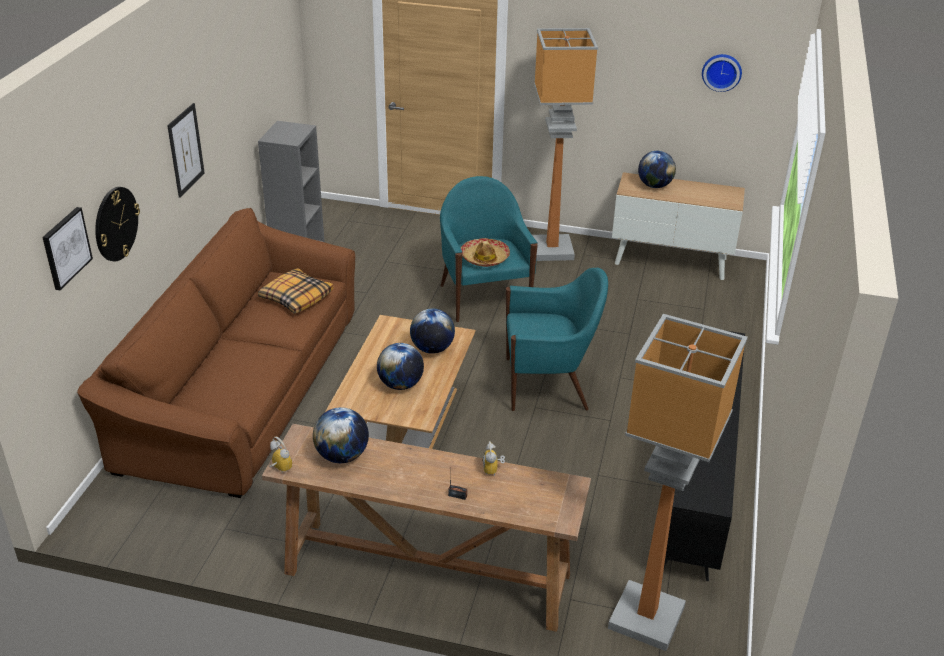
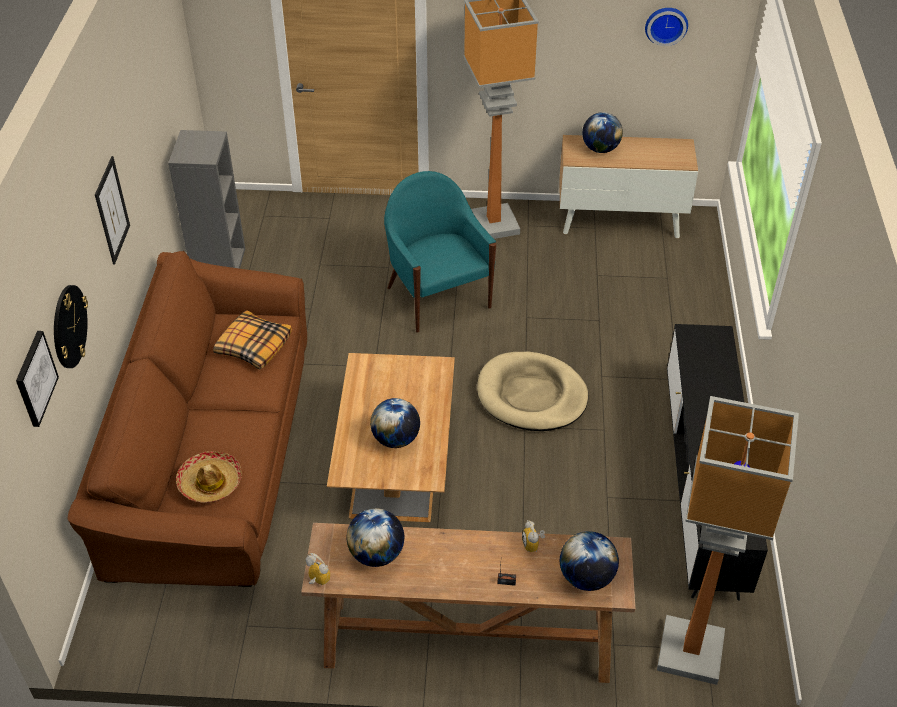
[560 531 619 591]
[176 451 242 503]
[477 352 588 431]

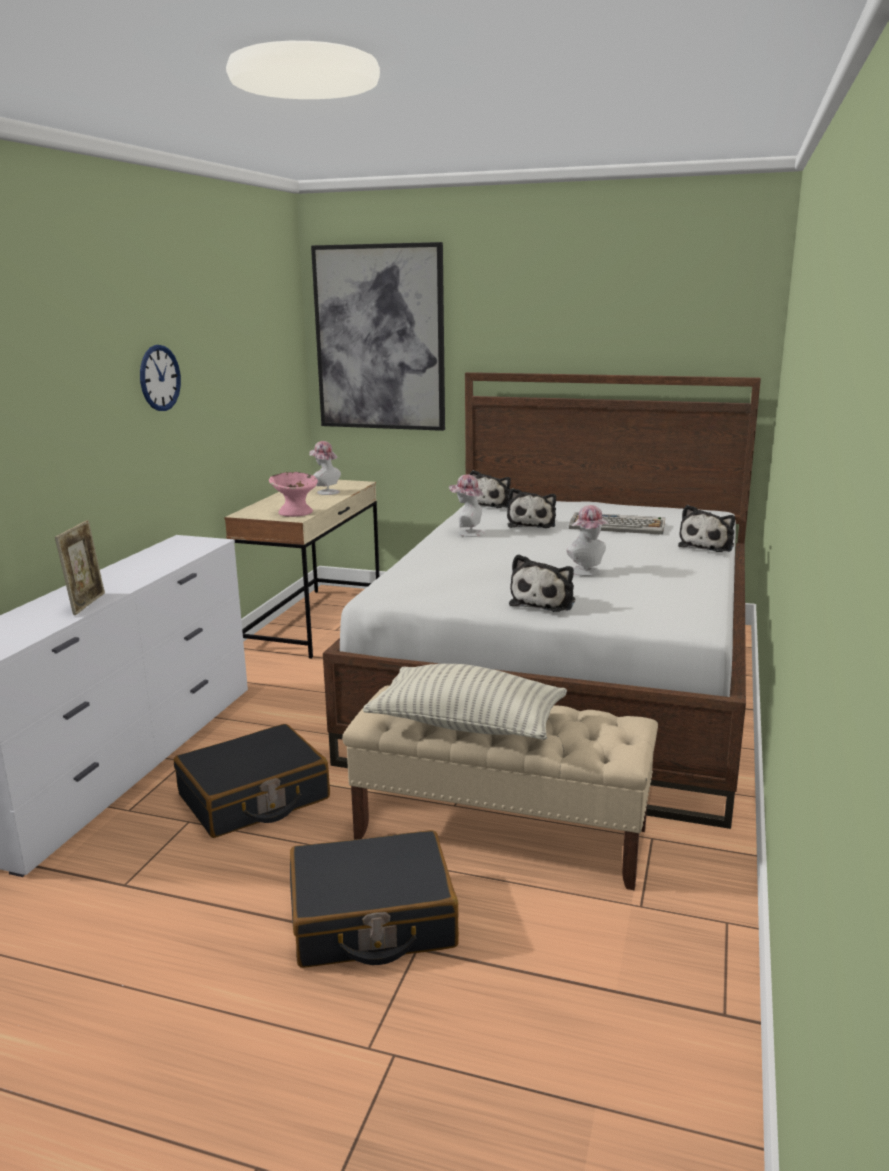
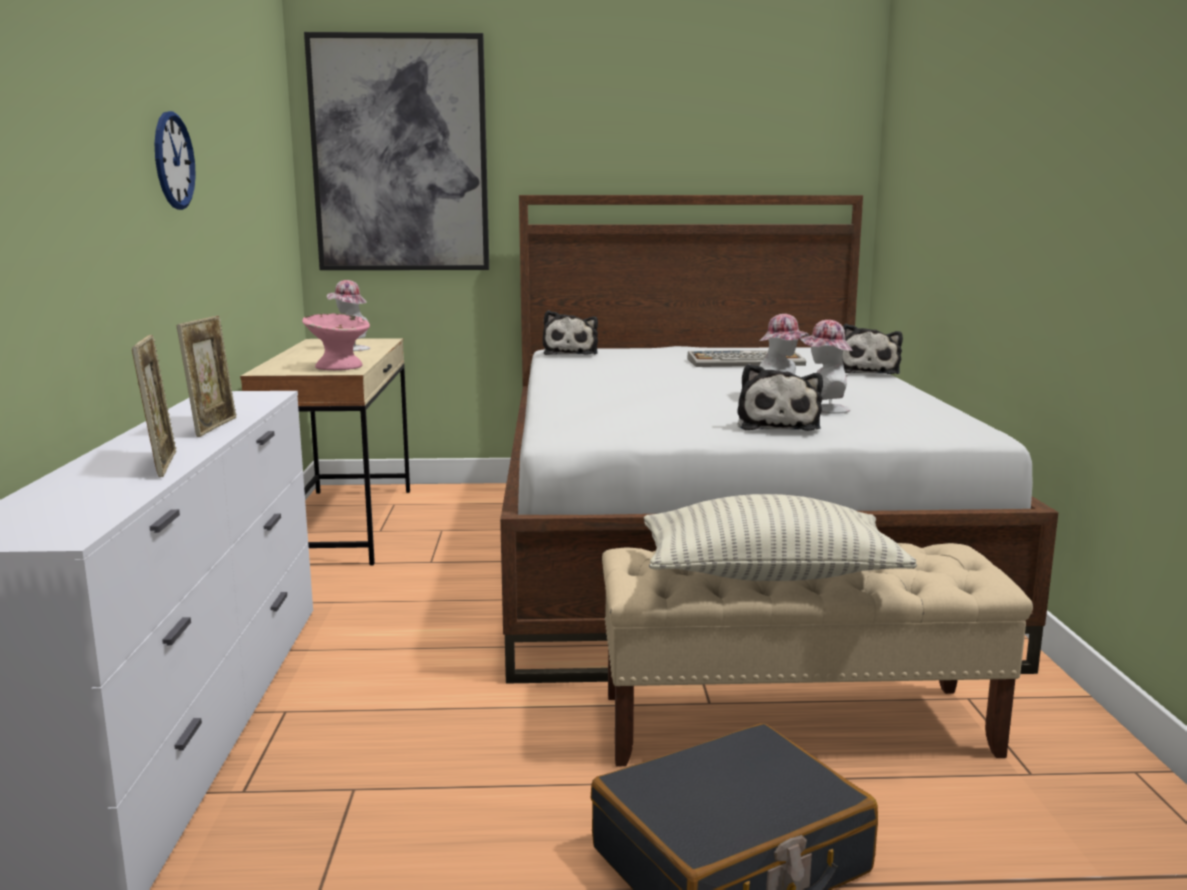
[174 724 330 838] (first image)
[799 320 853 414]
[507 488 556 528] (first image)
[177 316 237 437]

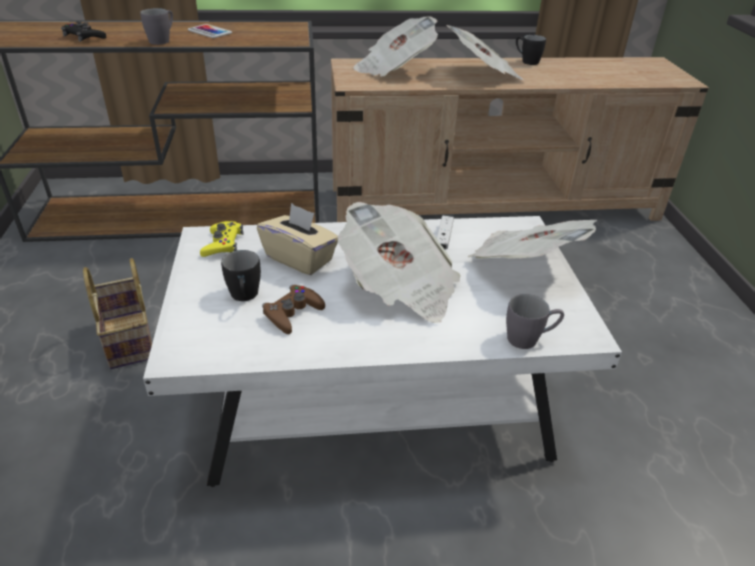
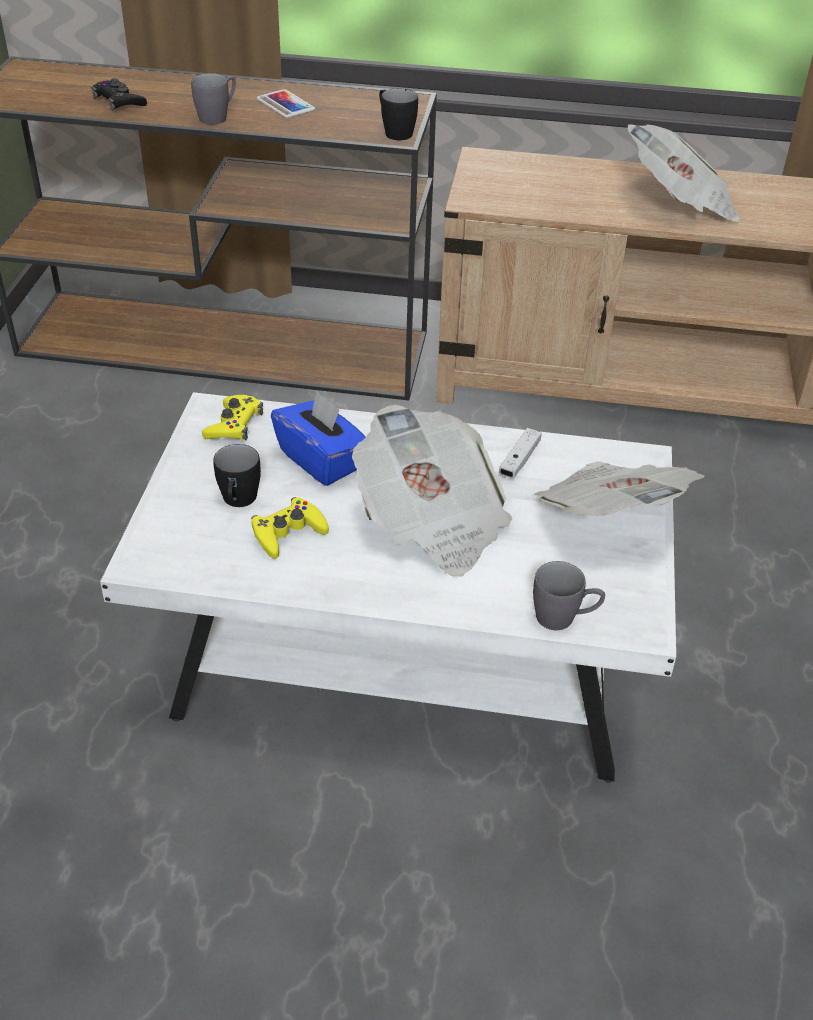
[83 258 152 369] (first image)
[271 391 365 486]
[251 497 329 559]
[354 16 438 77] (first image)
[379 88 418 140]

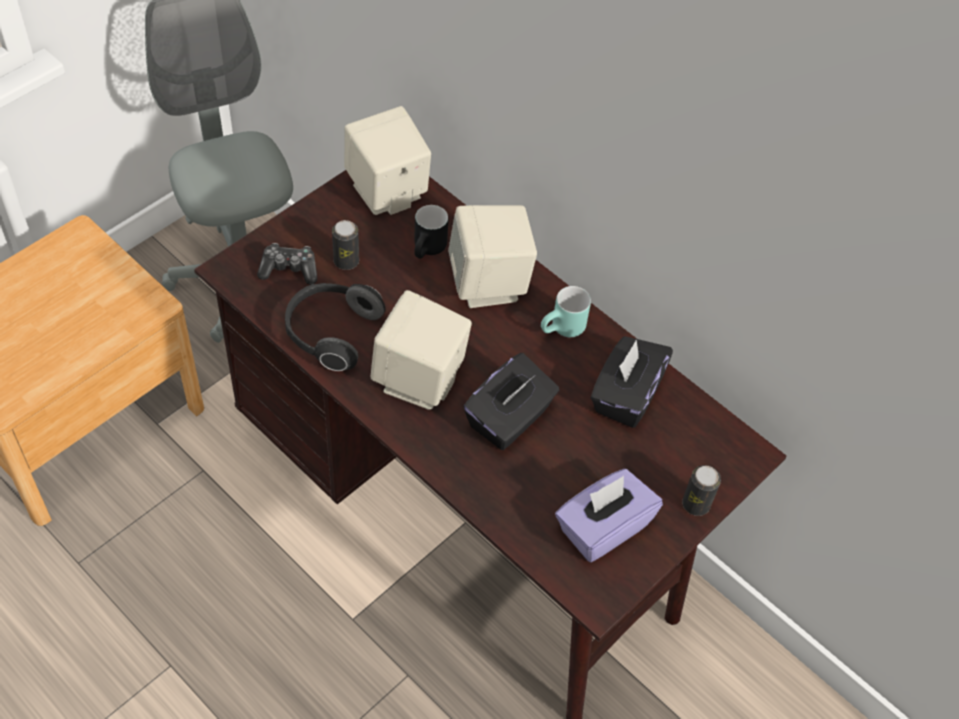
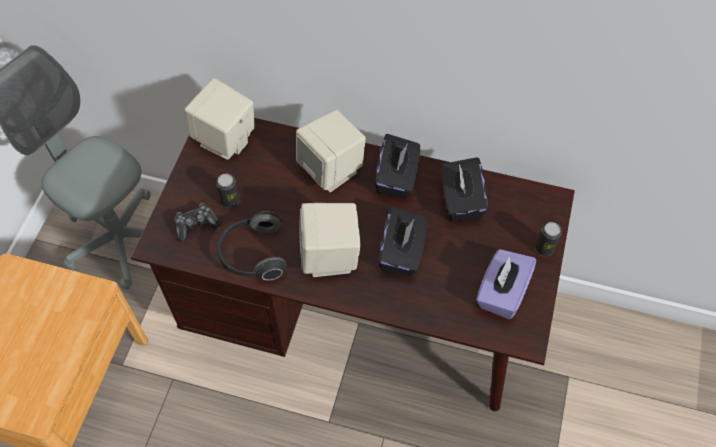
[414 205 448 259] (first image)
[375 134 420 199]

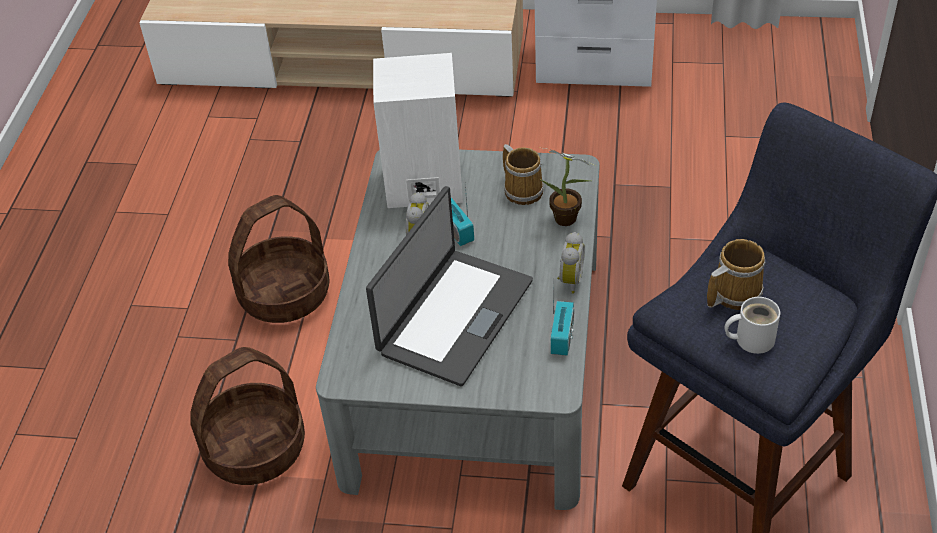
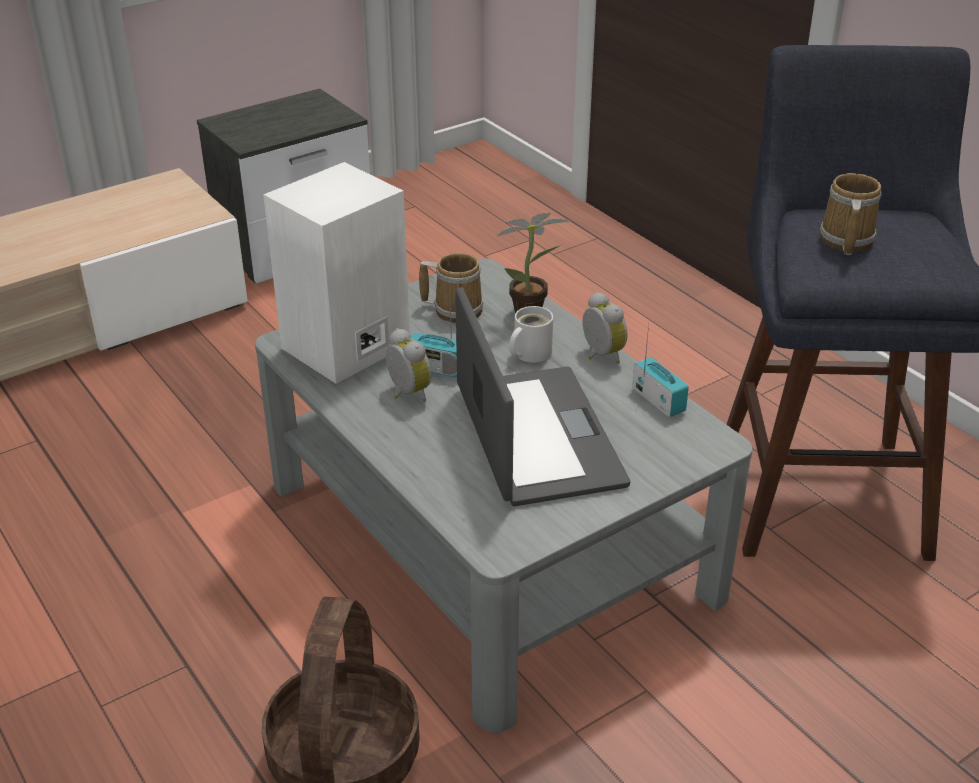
[228 195 330 323] (first image)
[509 306 553 363]

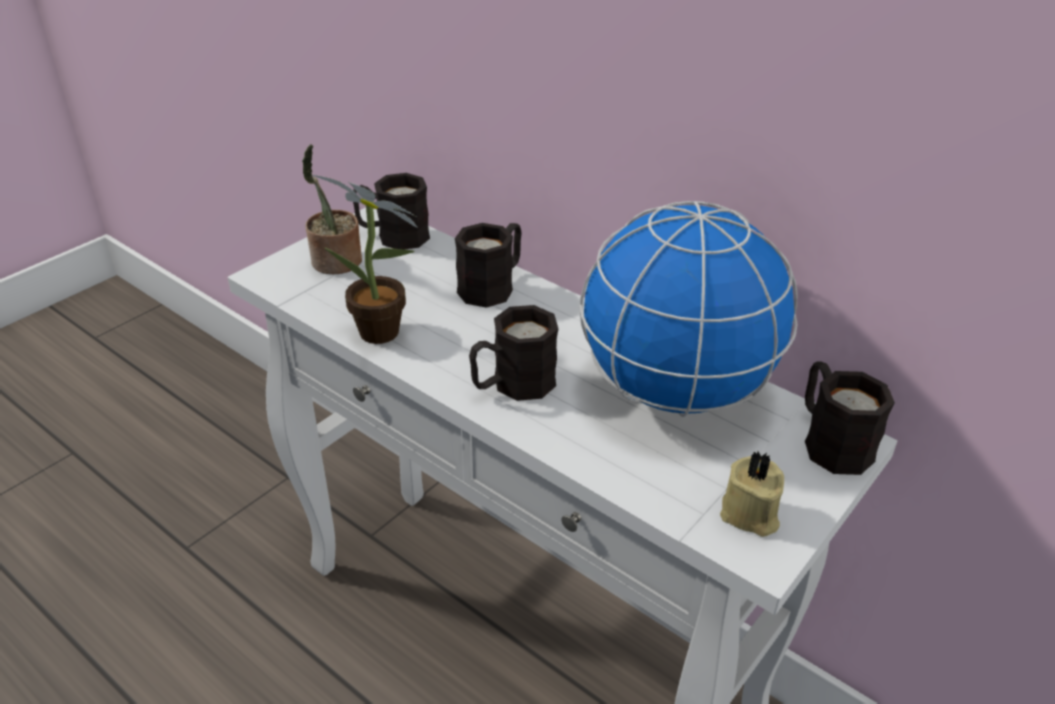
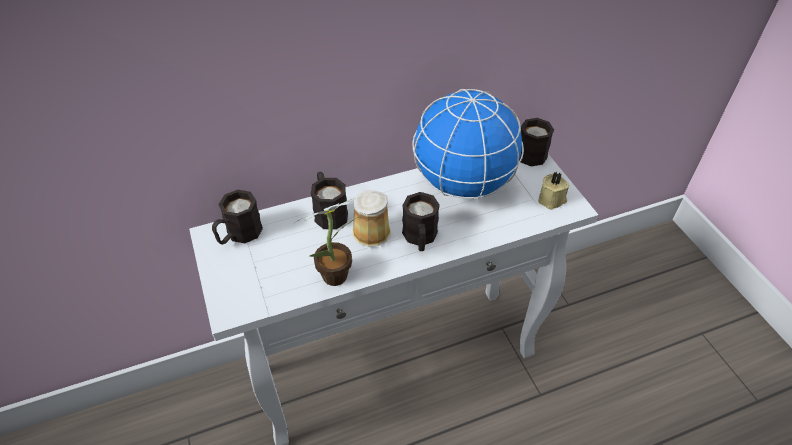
[302 144 362 274] (first image)
[352 190 391 247]

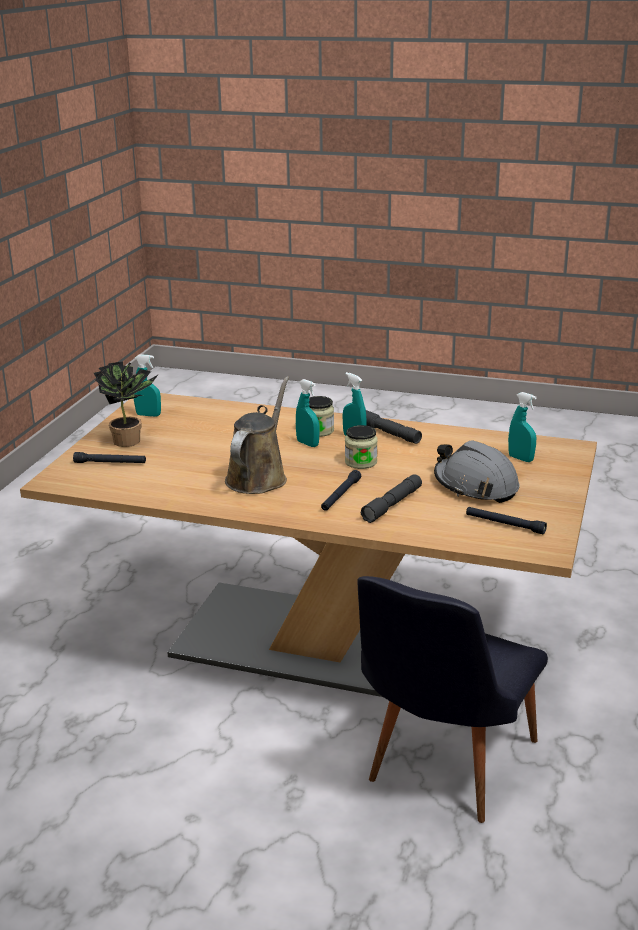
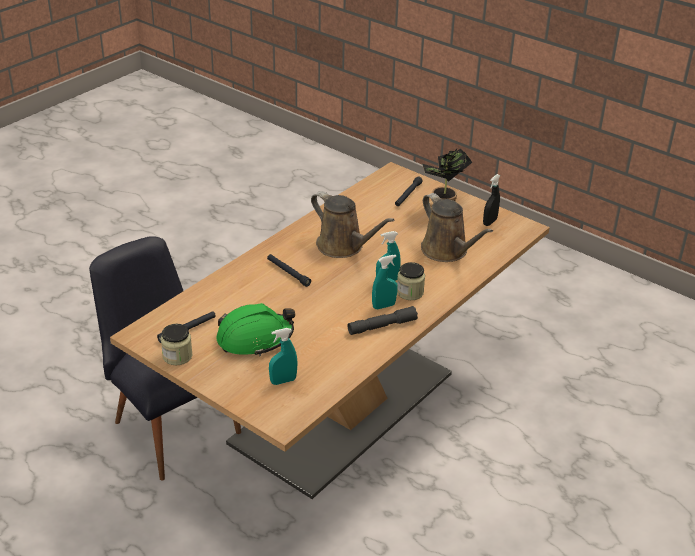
[483 174 500 226]
[161 324 193 365]
[360 474 422 523] (first image)
[216 303 295 356]
[421 193 493 262]

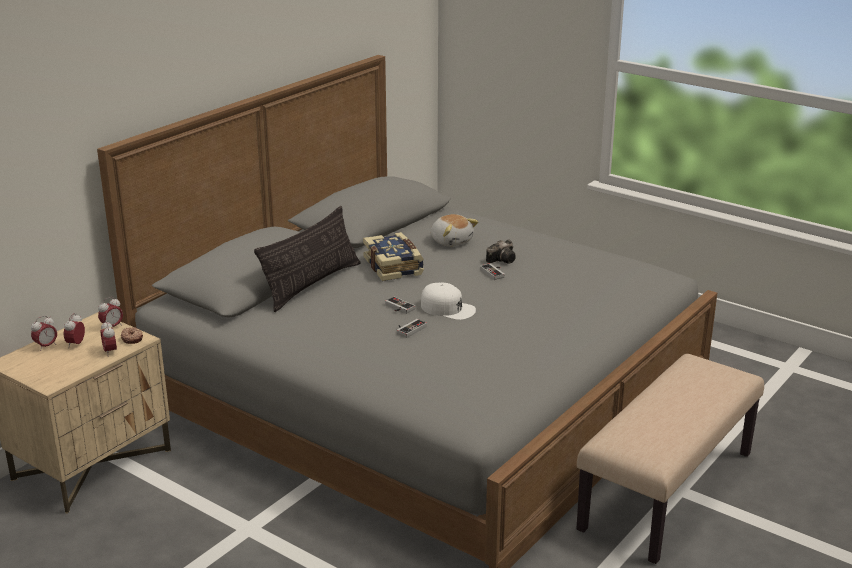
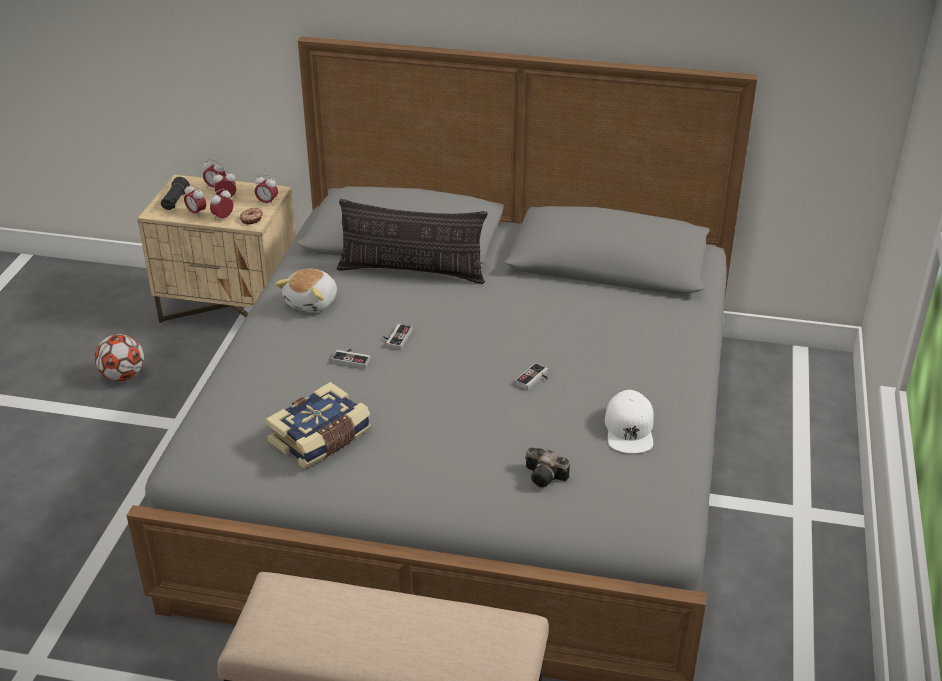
[265 382 371 469]
[605 390 653 454]
[275 269 337 313]
[525 448 570 487]
[95 334 144 381]
[161 177 189 210]
[184 184 206 217]

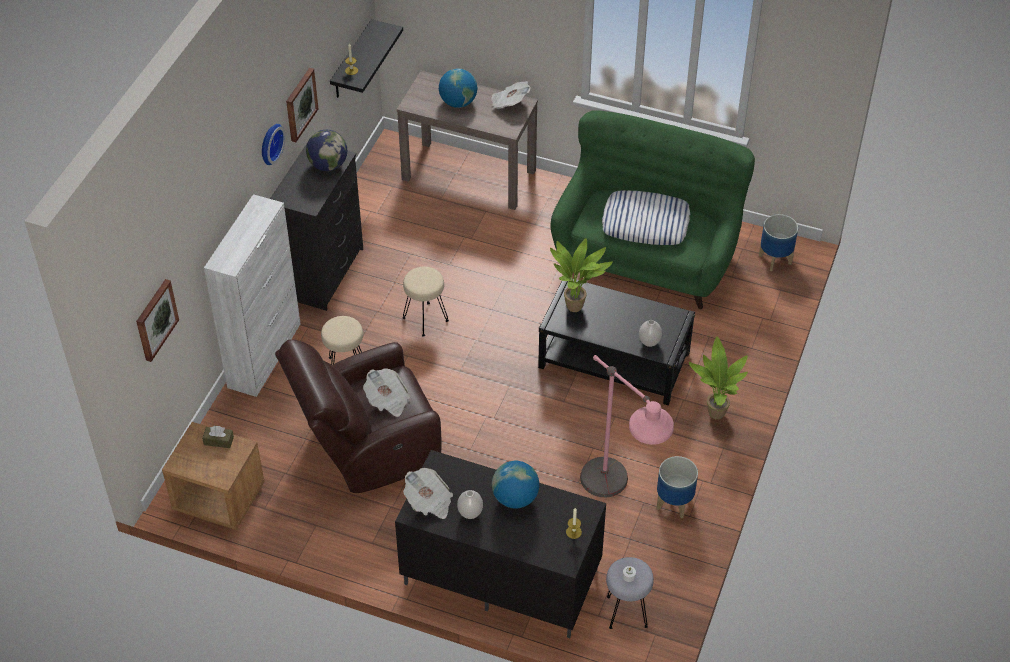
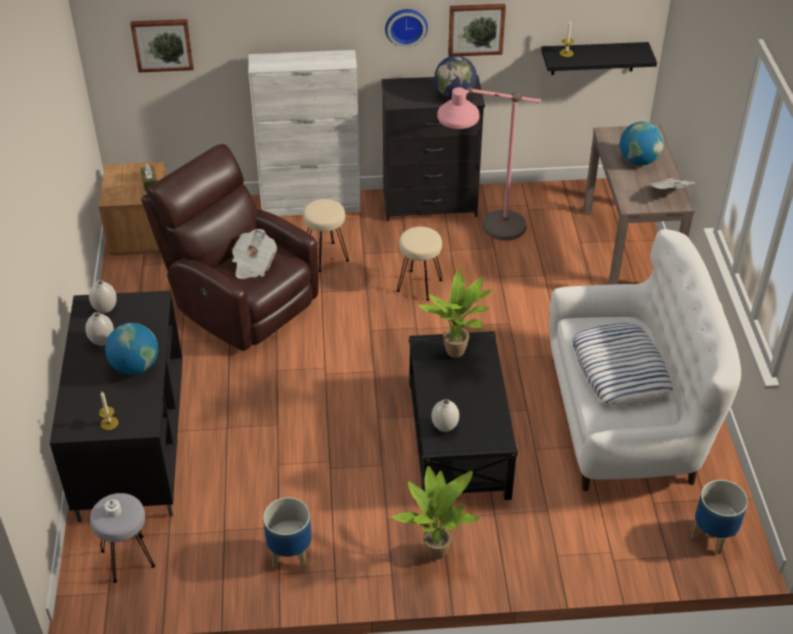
[89 280 117 313]
[549 229 741 491]
[437 87 541 241]

